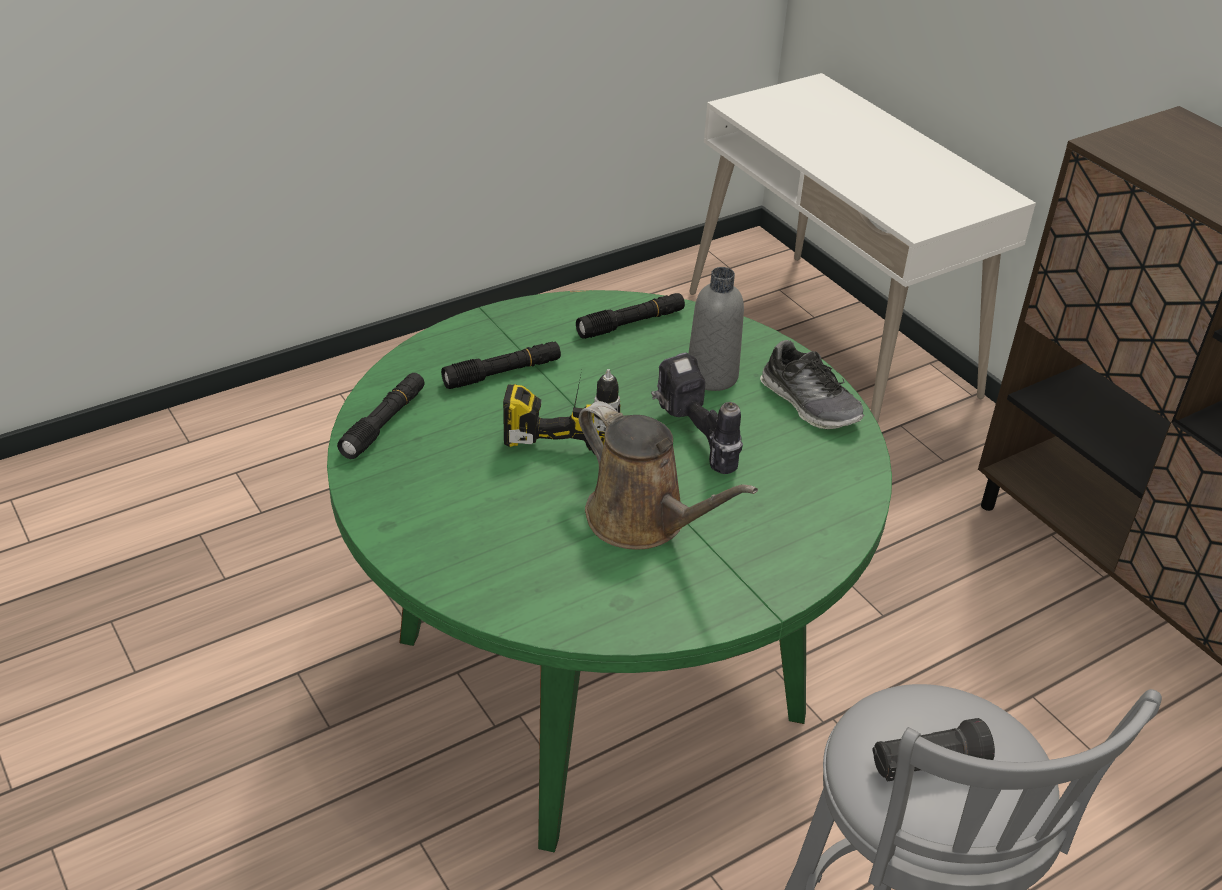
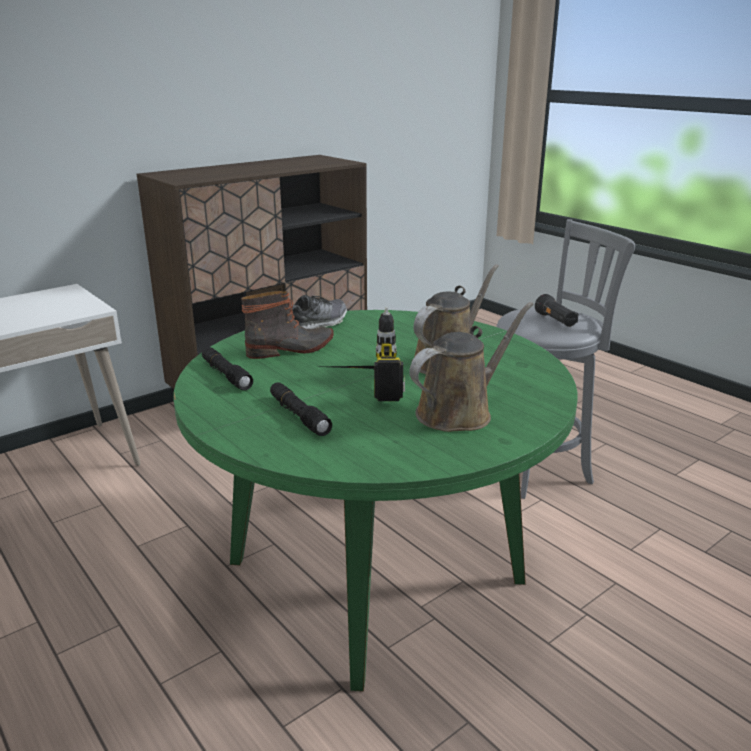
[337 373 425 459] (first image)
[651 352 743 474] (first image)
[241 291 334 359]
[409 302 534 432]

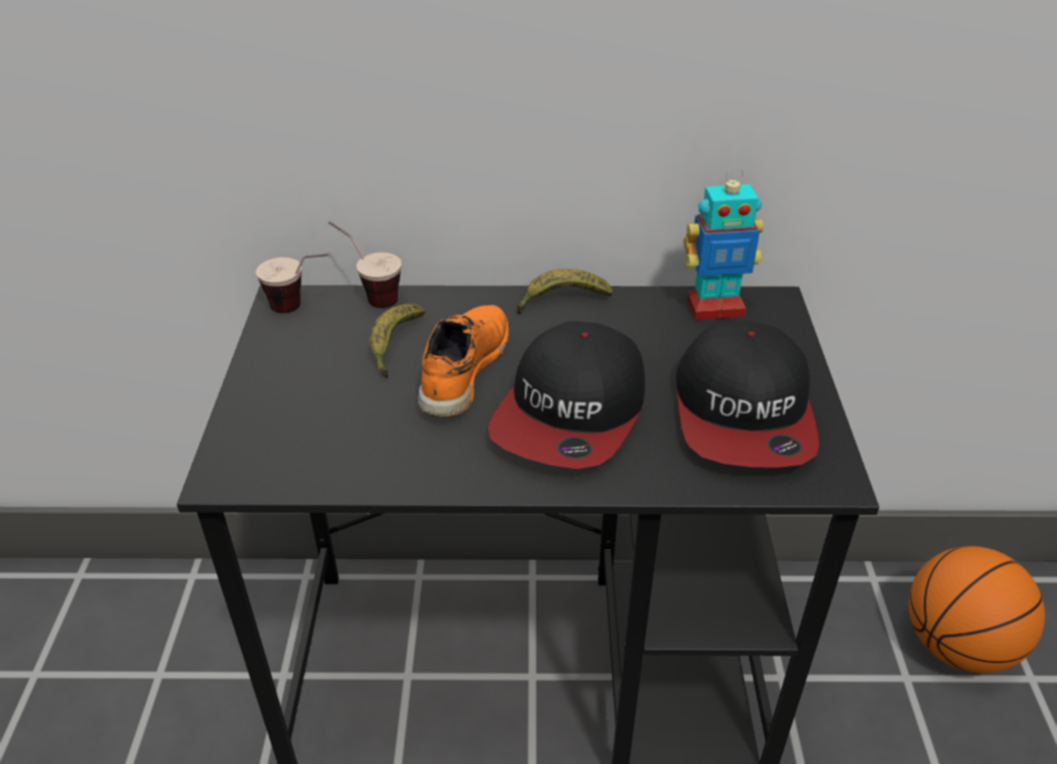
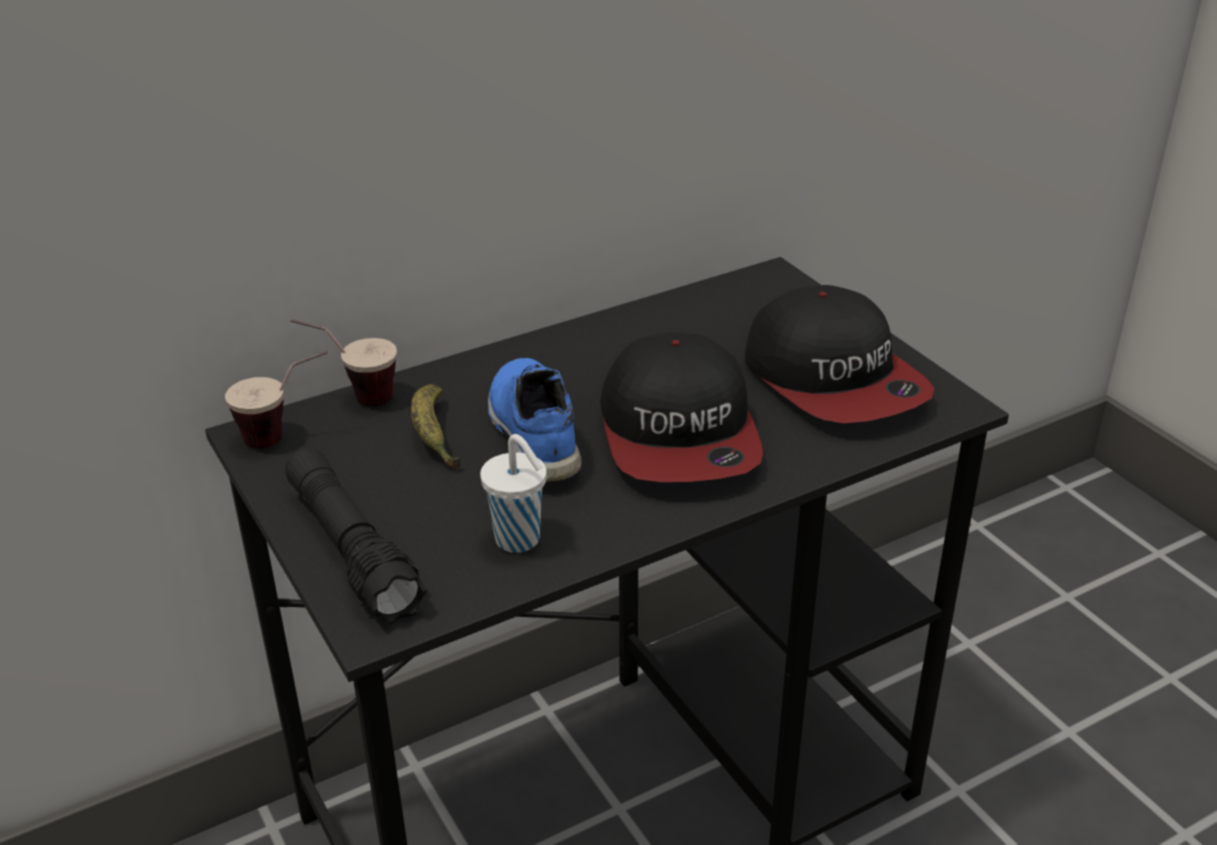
[488 358 582 483]
[517 269 613 314] (first image)
[684 167 763 320] (first image)
[909 546 1045 673] (first image)
[285 448 427 625]
[480 434 547 553]

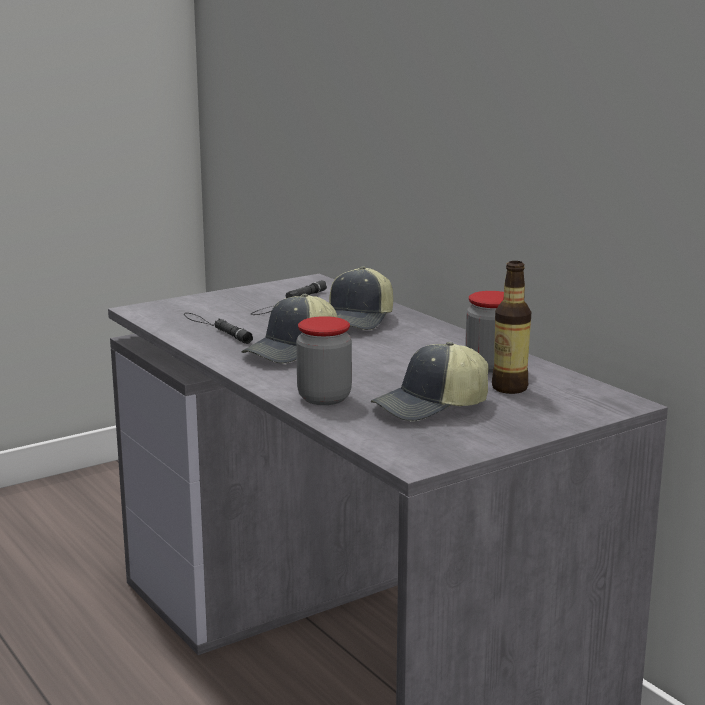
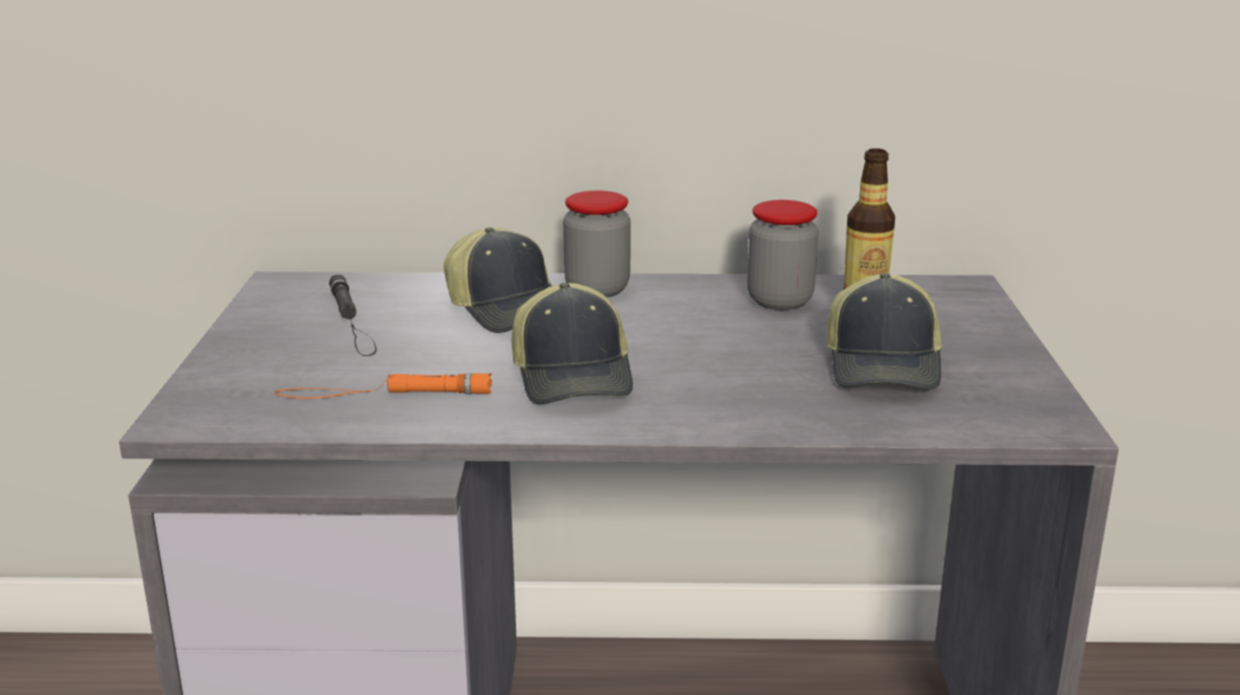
[275 373 492 399]
[563 191 631 297]

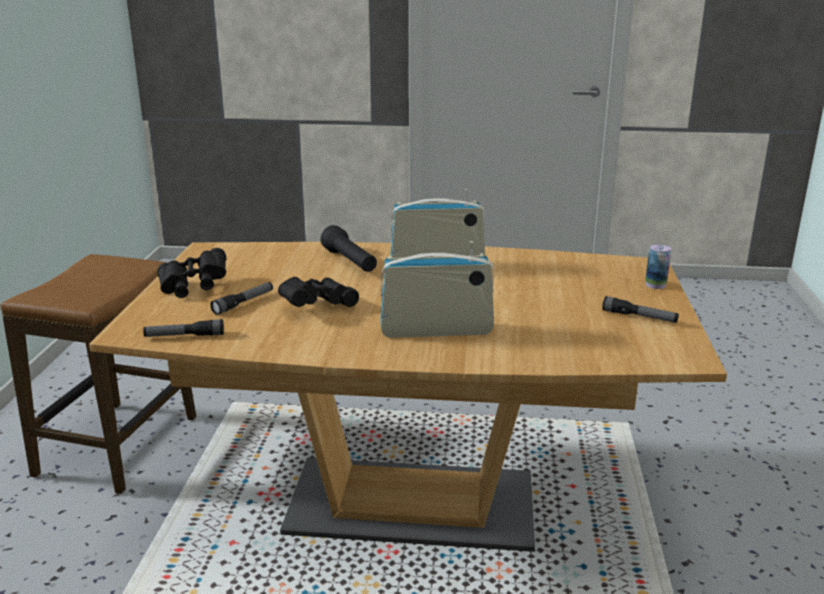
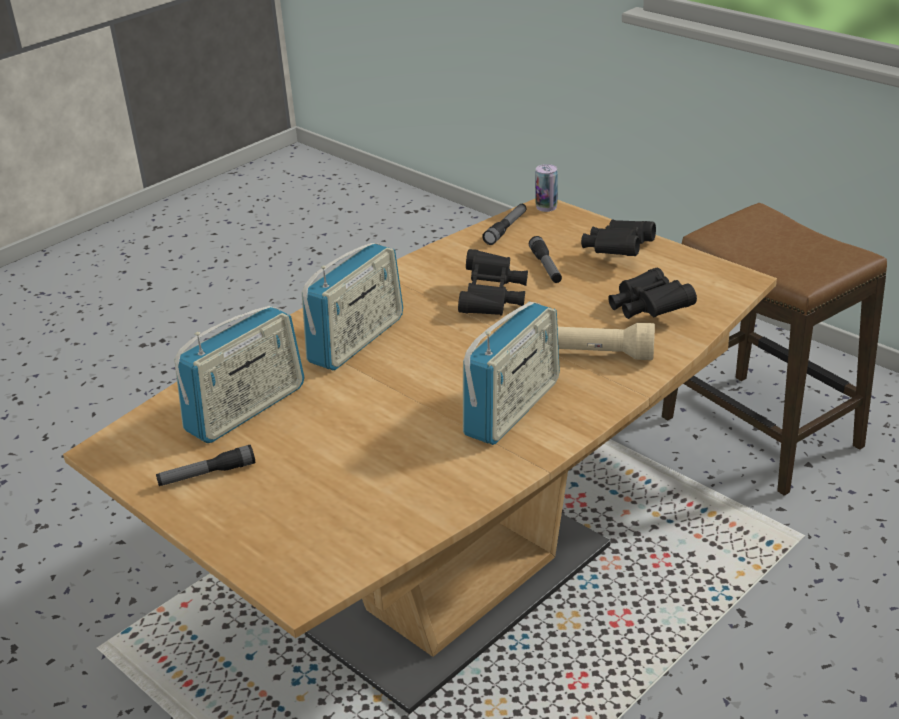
[558 323 655 360]
[535 164 558 212]
[174 306 305 443]
[608 268 697 319]

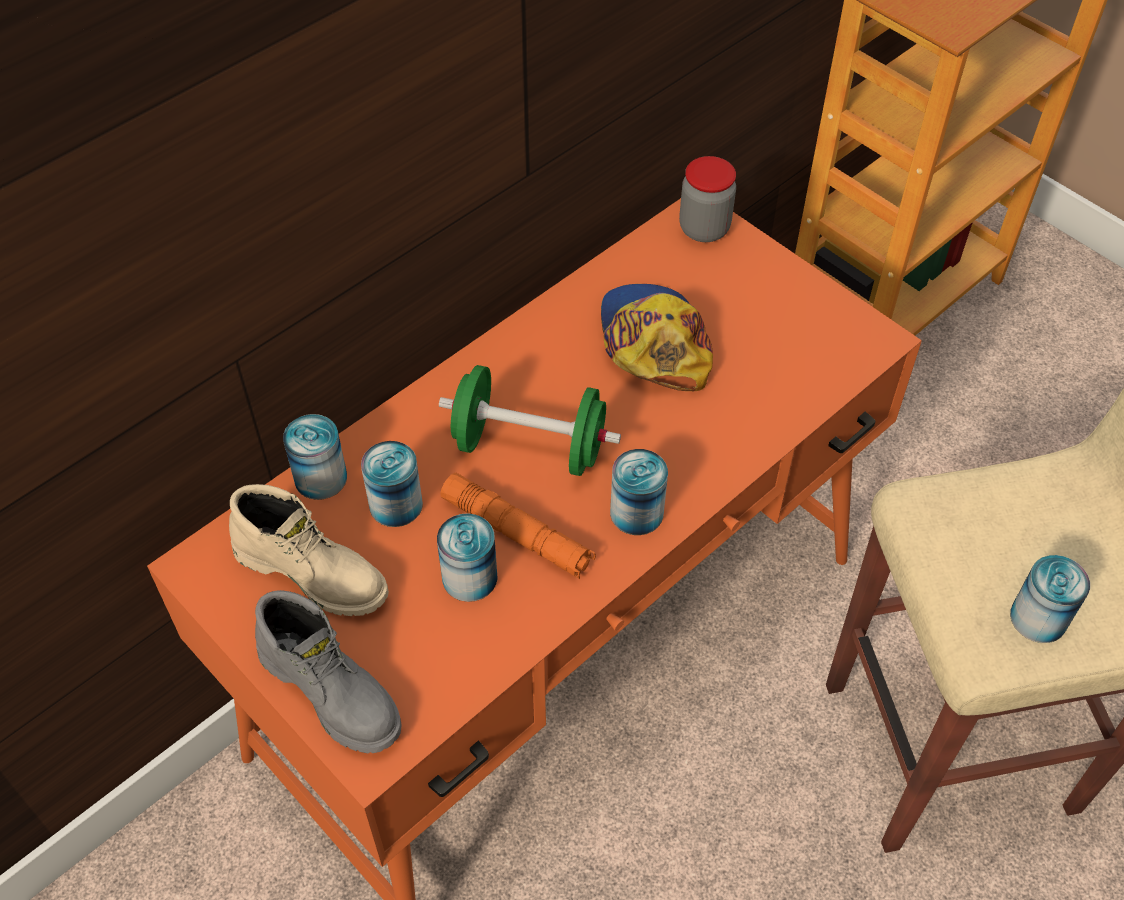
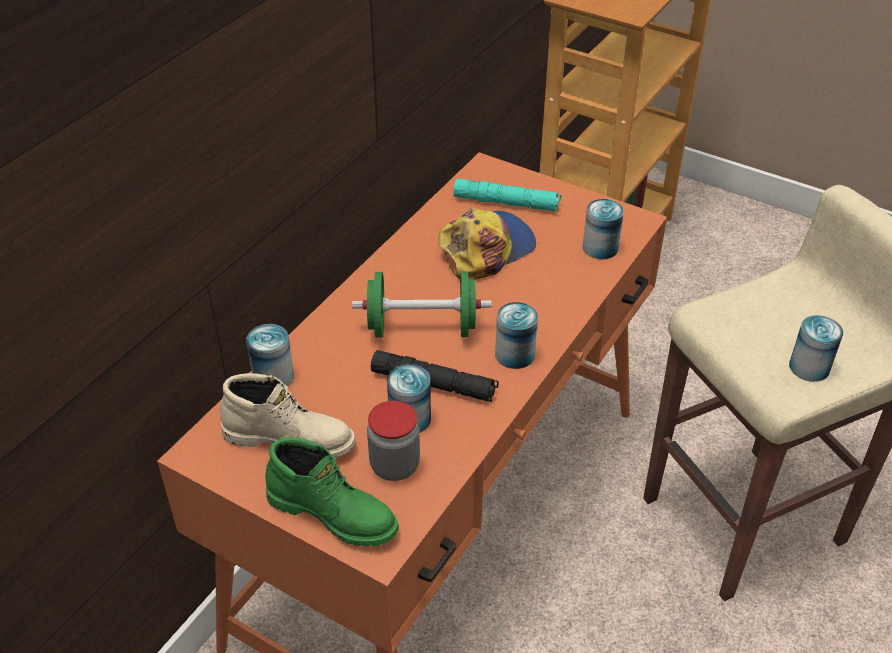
[266 438 399 546]
[583 199 624 259]
[371 350 498 402]
[438 208 536 280]
[367 401 420 481]
[454 179 561 211]

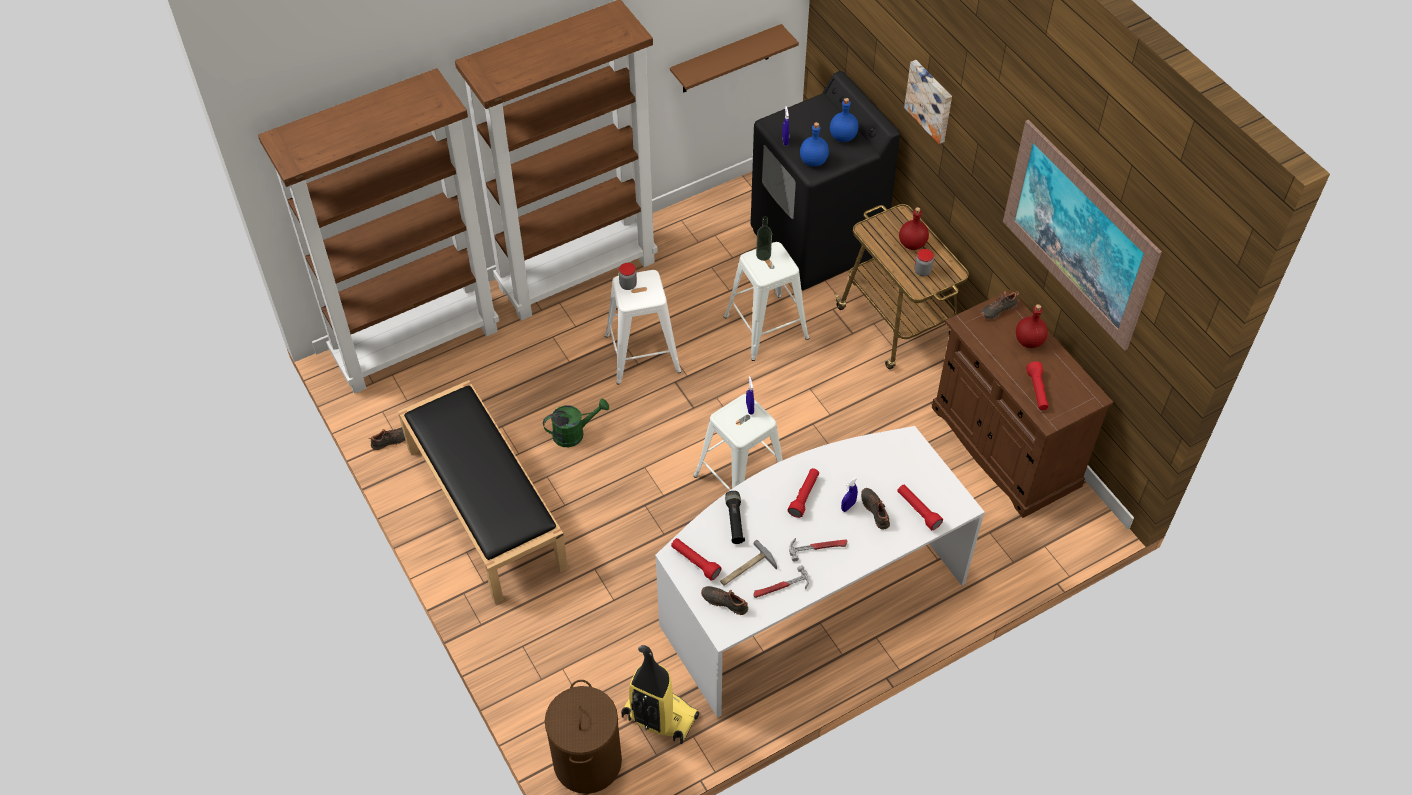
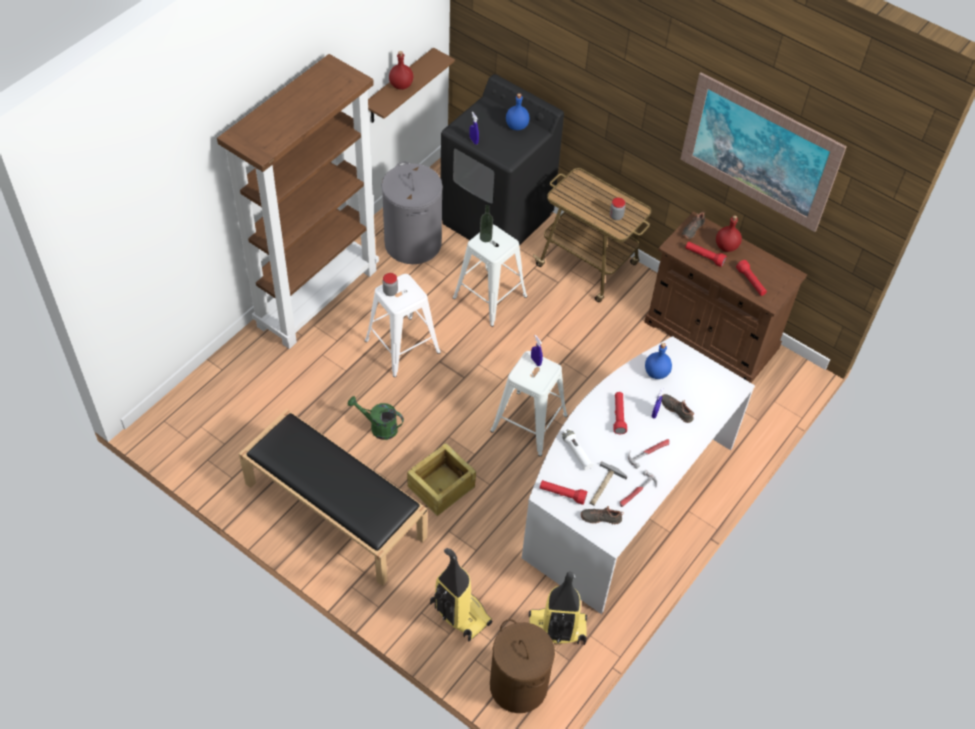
[258 68 499 393] (first image)
[369 427 405 450] (first image)
[347 396 404 440]
[561 428 594 470]
[645 343 672 379]
[685 241 727 267]
[389 51 413 90]
[904 60 952 144] (first image)
[381 161 443 264]
[407 443 476 516]
[430 548 492 642]

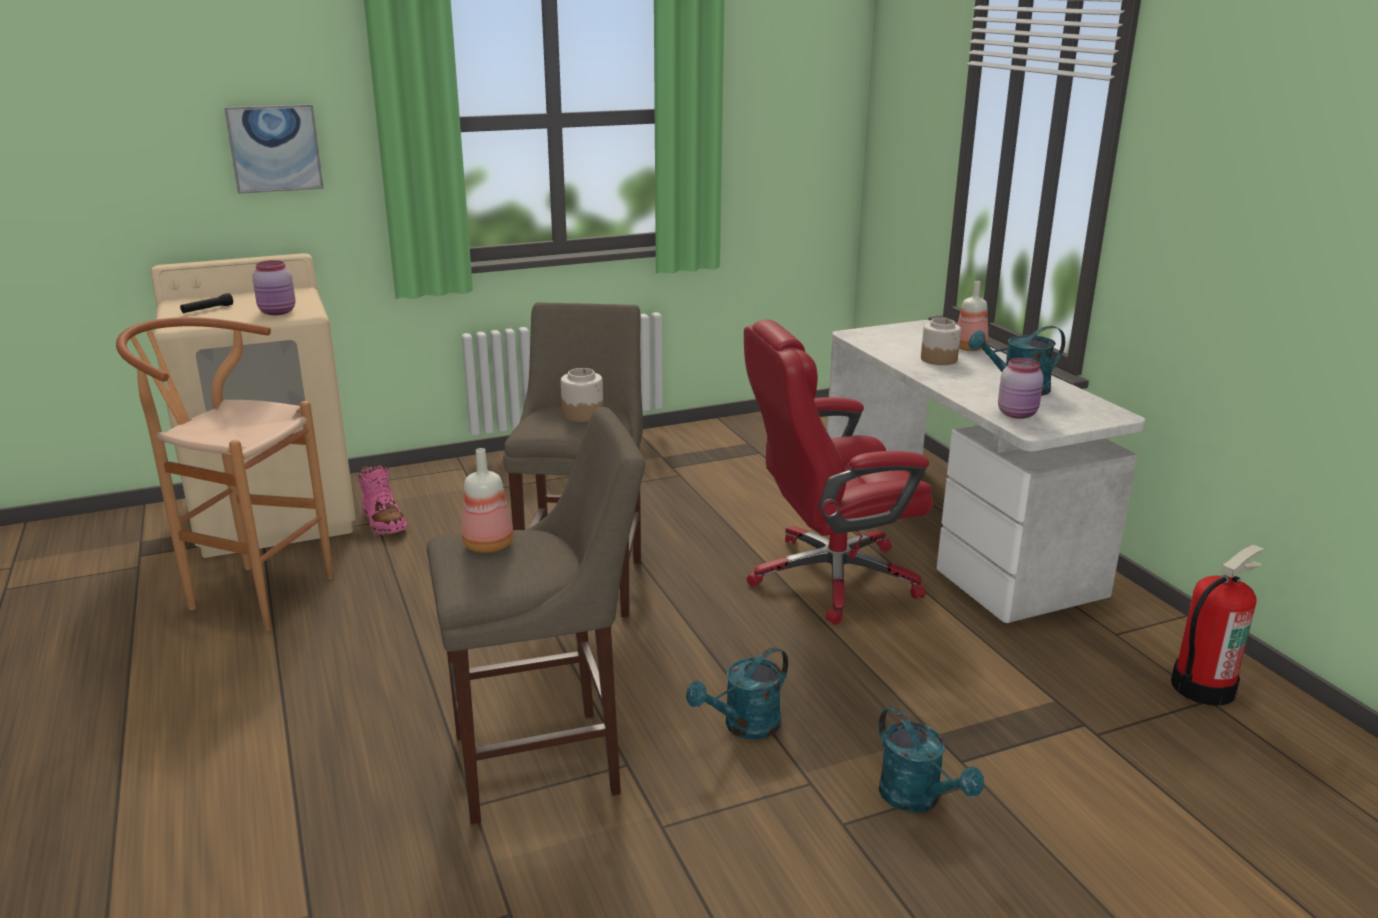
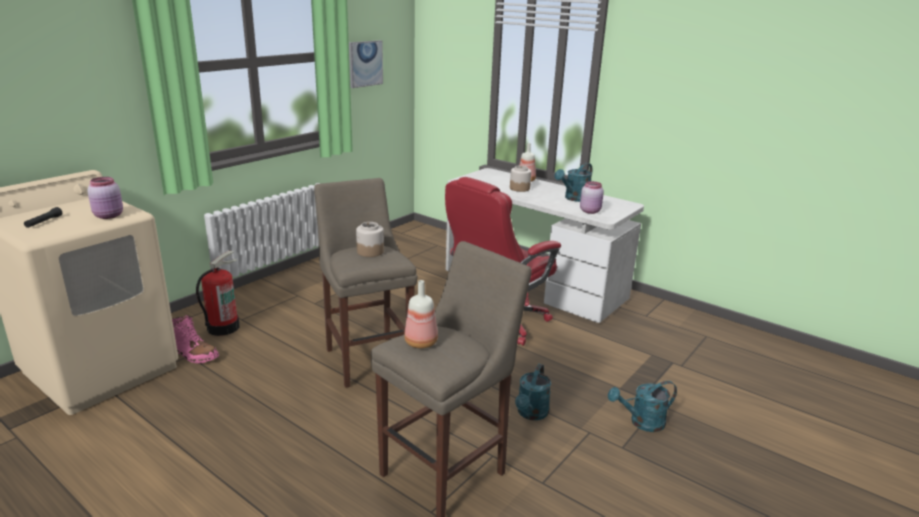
[116 317 333 631] (first image)
[349 40 383 88]
[608 381 677 432]
[196 251 240 336]

